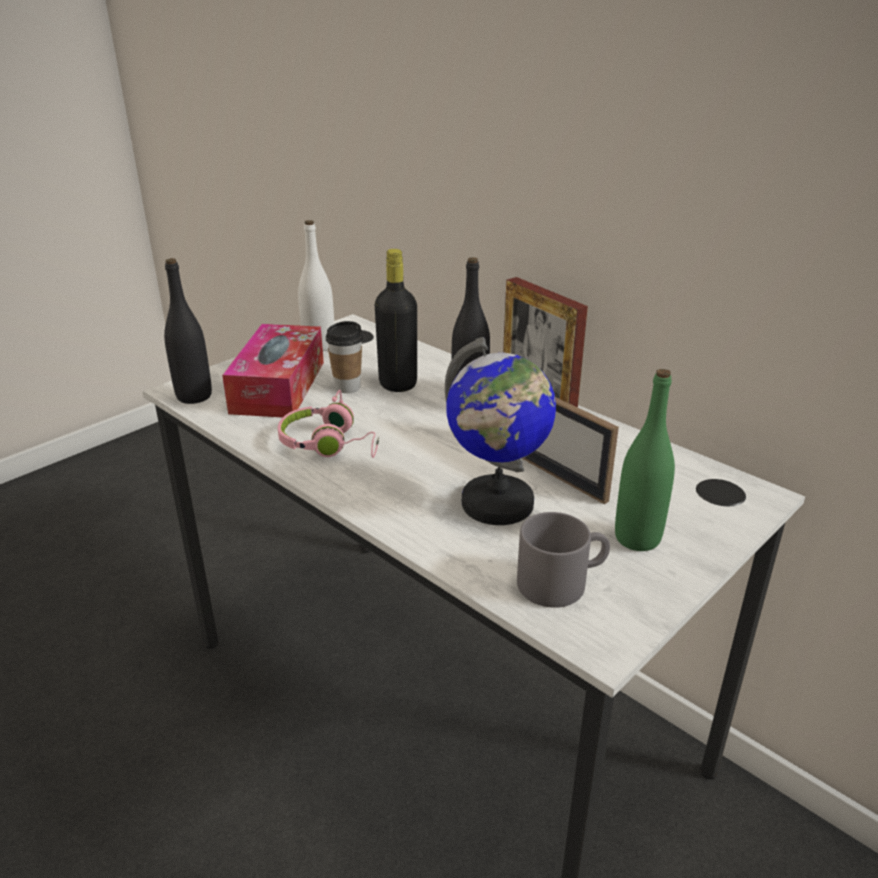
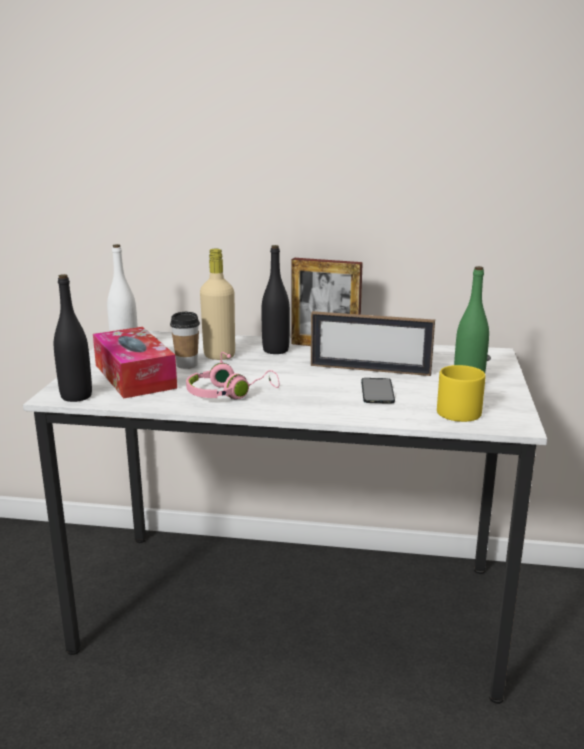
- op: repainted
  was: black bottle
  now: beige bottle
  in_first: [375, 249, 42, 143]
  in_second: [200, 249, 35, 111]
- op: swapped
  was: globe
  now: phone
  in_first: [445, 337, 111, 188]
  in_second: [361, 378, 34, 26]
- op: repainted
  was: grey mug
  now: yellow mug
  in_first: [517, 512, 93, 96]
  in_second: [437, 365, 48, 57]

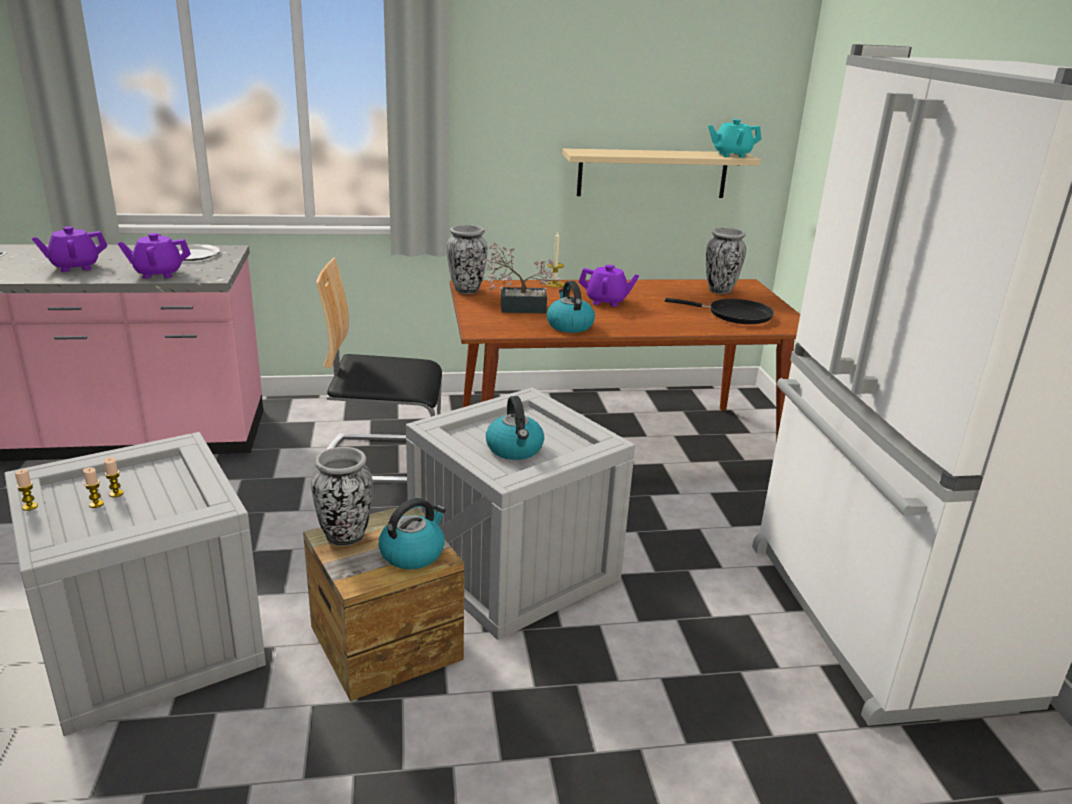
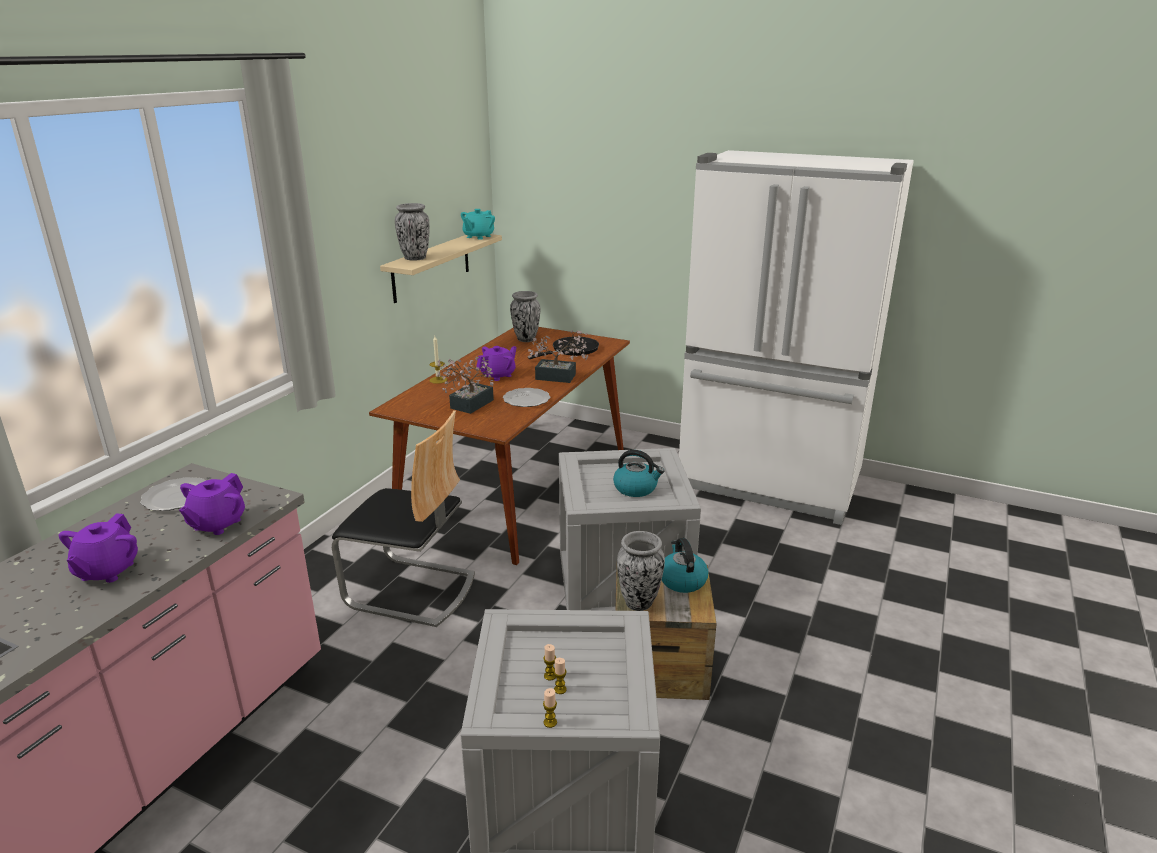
- op: shifted
  was: vase
  in_first: [447, 225, 41, 69]
  in_second: [395, 203, 35, 57]
- op: rotated
  was: chair
  in_first: [316, 257, 126, 226]
  in_second: [332, 410, 143, 217]
  clockwise: -105
- op: swapped
  was: kettle
  now: plate
  in_first: [547, 281, 48, 52]
  in_second: [503, 388, 47, 19]
- op: new
  now: potted plant
  in_second: [527, 330, 61, 53]

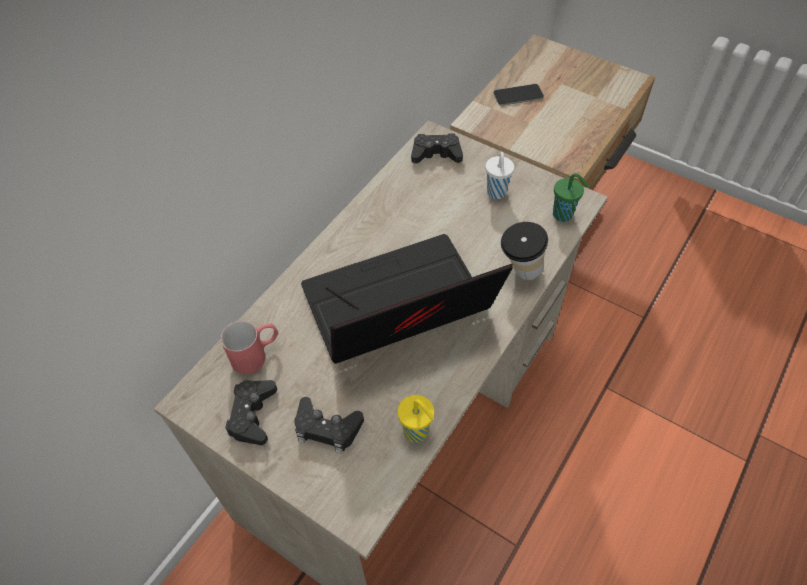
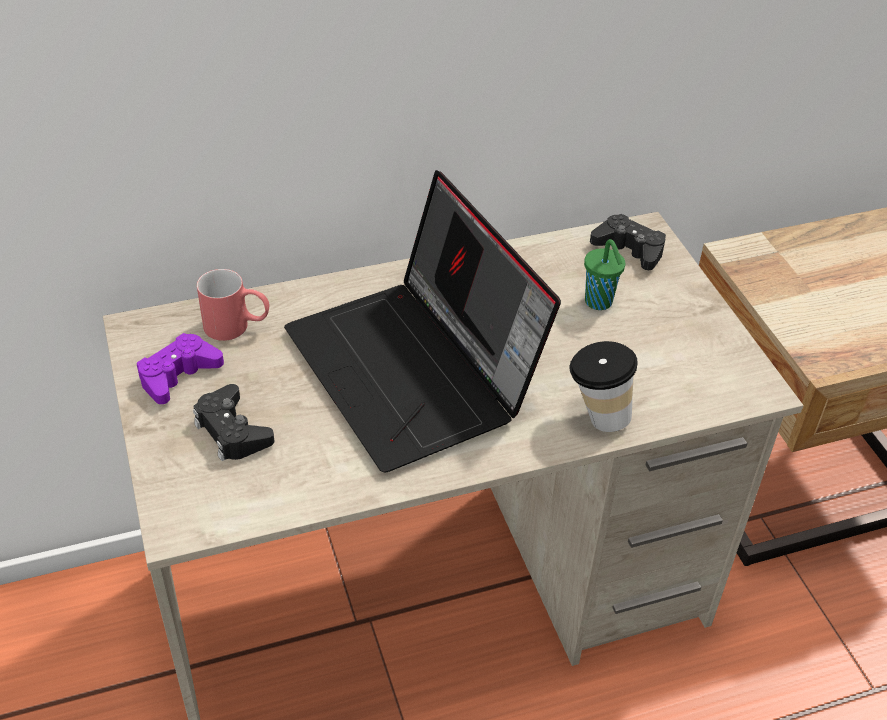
- op: gone
  was: phone
  in_first: [494, 84, 50, 22]
- op: gone
  was: white cup
  in_first: [485, 152, 29, 47]
- op: shifted
  was: green cup
  in_first: [553, 173, 36, 49]
  in_second: [584, 239, 42, 71]
- op: rotated
  was: laptop
  in_first: [301, 234, 212, 130]
  in_second: [284, 170, 277, 302]
  clockwise: -135
- op: repainted
  was: black game controller
  now: purple game controller
  in_first: [225, 380, 52, 65]
  in_second: [137, 333, 87, 71]
- op: gone
  was: yellow cup
  in_first: [397, 395, 37, 48]

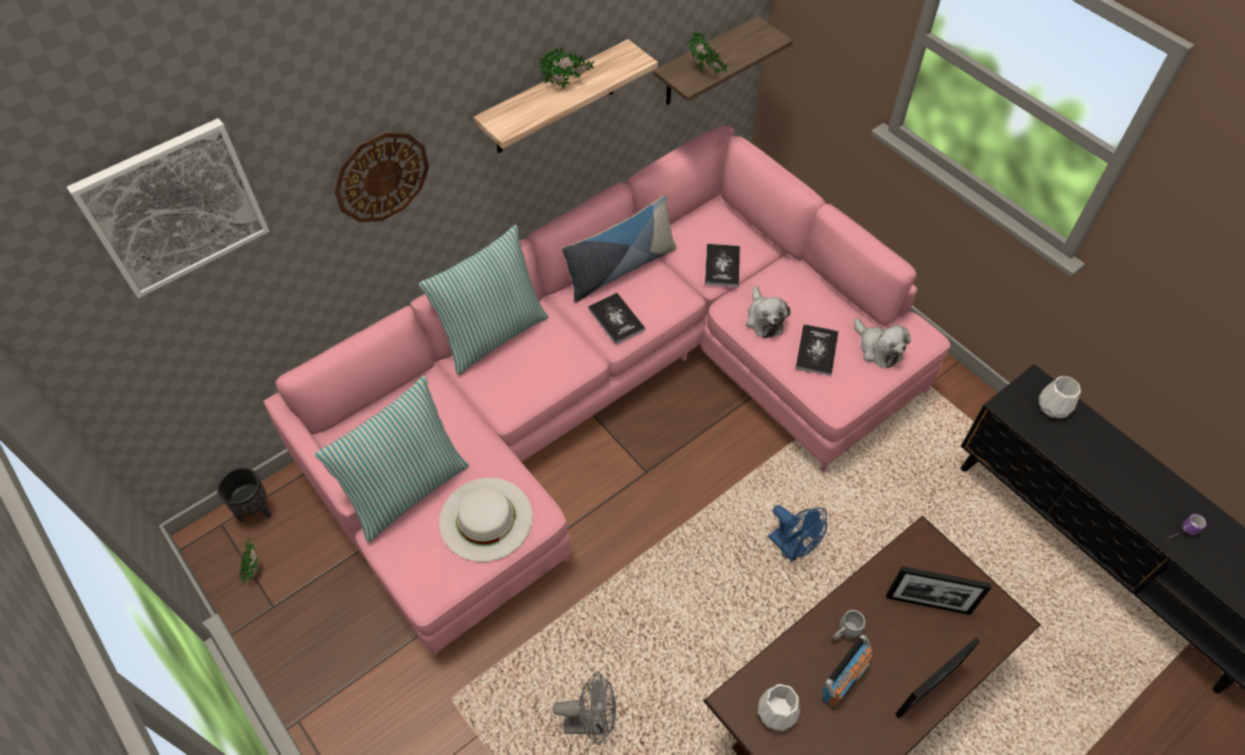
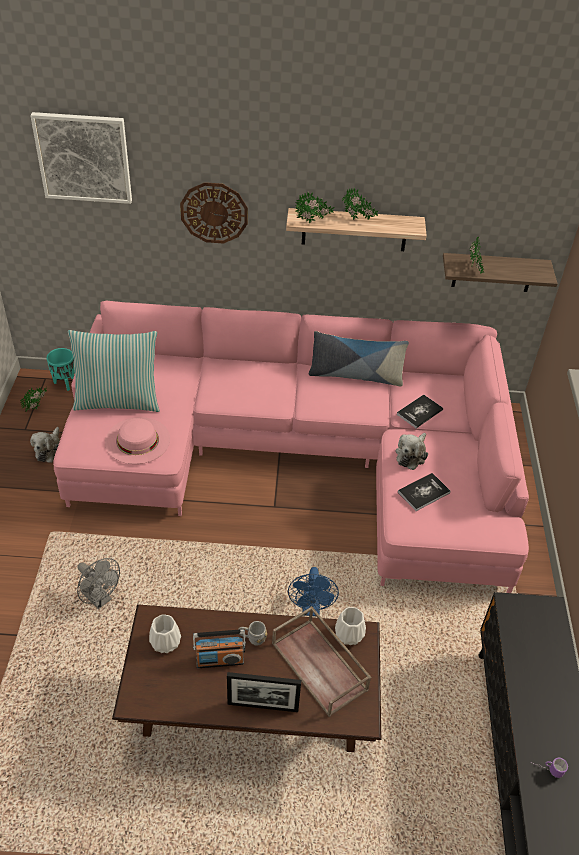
- op: gone
  was: pillow
  in_first: [419, 225, 129, 150]
- op: gone
  was: book
  in_first: [588, 293, 57, 52]
- op: shifted
  was: plush toy
  in_first: [854, 318, 57, 50]
  in_second: [30, 427, 30, 36]
- op: shifted
  was: white vase
  in_first: [1039, 376, 42, 42]
  in_second: [335, 607, 31, 38]
- op: repainted
  was: black planter
  now: turquoise planter
  in_first: [217, 468, 54, 54]
  in_second: [47, 348, 28, 43]
- op: repainted
  was: white hat
  now: pink hat
  in_first: [439, 478, 93, 84]
  in_second: [105, 417, 65, 47]
- op: swapped
  was: picture frame
  now: brown tray
  in_first: [886, 566, 105, 49]
  in_second: [272, 606, 99, 111]
- op: new
  now: potted plant
  in_second: [295, 192, 39, 32]

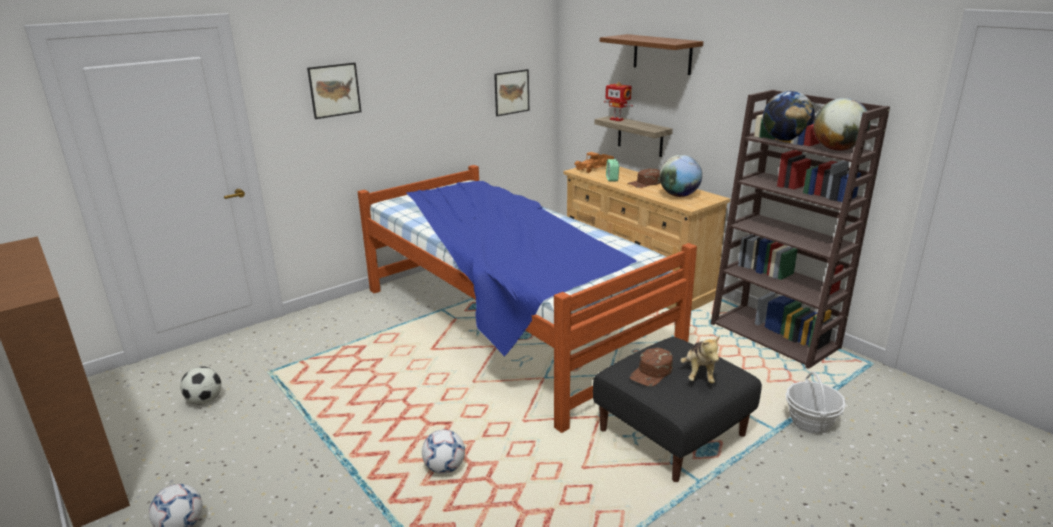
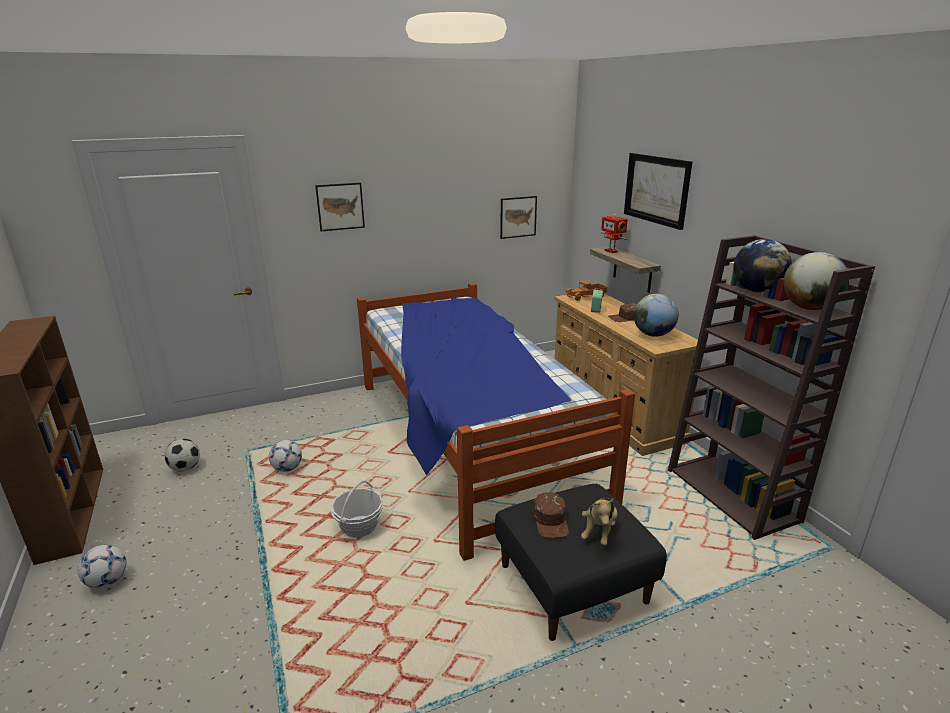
- op: swapped
  was: brown shelf
  now: picture
  in_first: [600, 34, 103, 41]
  in_second: [624, 153, 68, 77]
- op: rotated
  was: brown cap
  in_first: [630, 348, 43, 38]
  in_second: [533, 492, 36, 46]
  clockwise: -60
- op: shifted
  was: basket
  in_first: [785, 371, 61, 63]
  in_second: [331, 480, 52, 57]
- op: shifted
  was: football
  in_first: [422, 429, 43, 45]
  in_second: [269, 440, 33, 32]

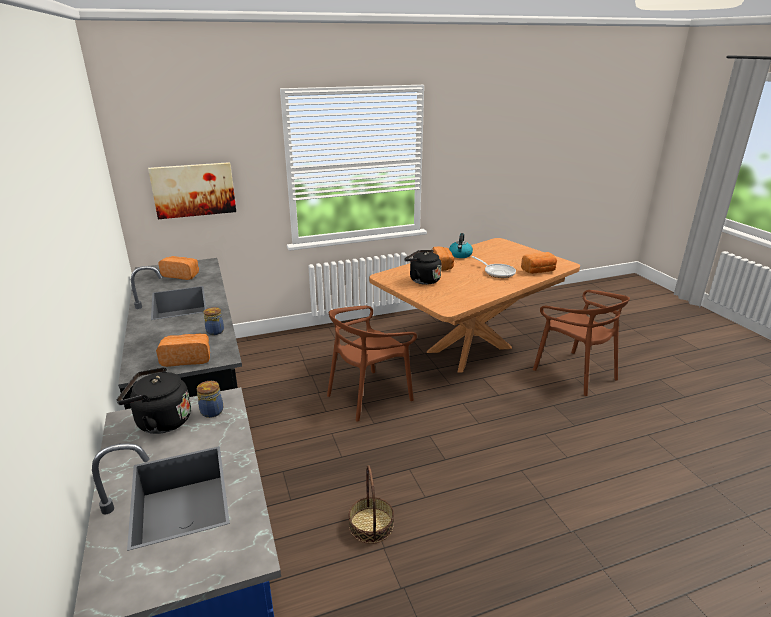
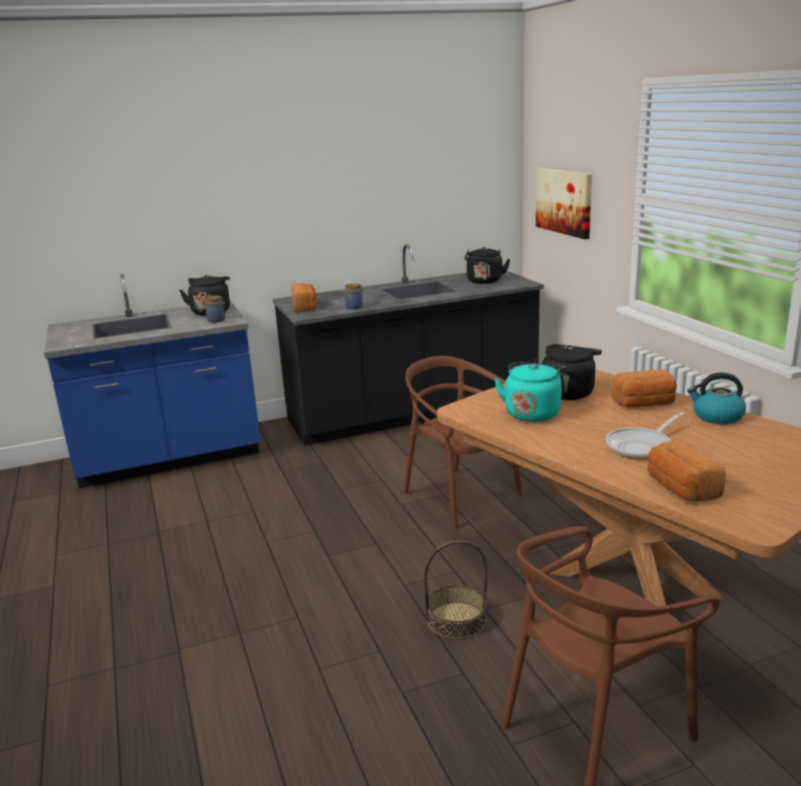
- op: swapped
  was: bread
  now: black kettle
  in_first: [158, 256, 41, 24]
  in_second: [464, 247, 46, 37]
- op: shifted
  was: basket
  in_first: [348, 465, 46, 79]
  in_second: [424, 540, 63, 100]
- op: new
  now: turquoise kettle
  in_second: [494, 362, 72, 60]

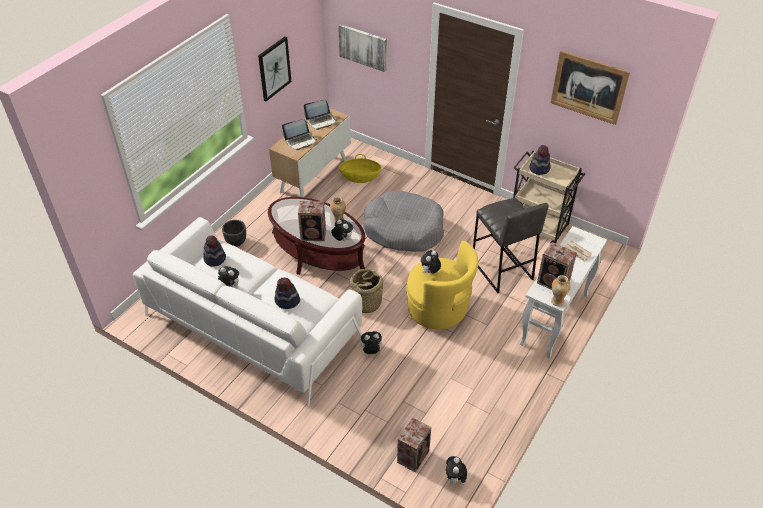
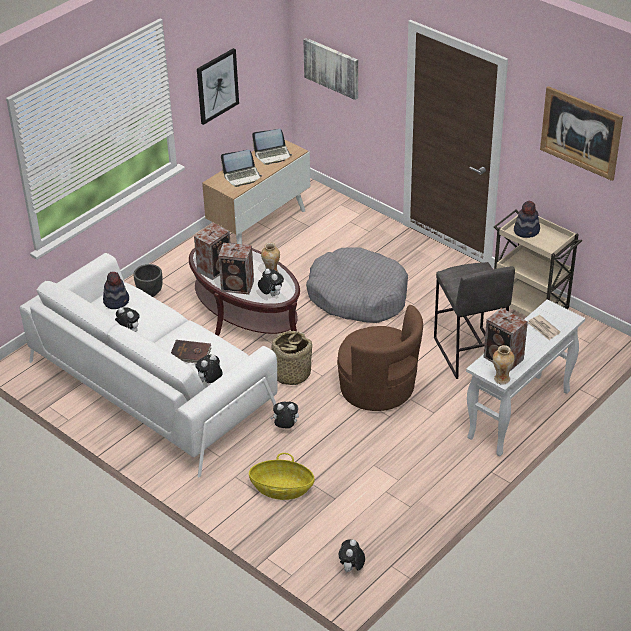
- op: shifted
  was: basket
  in_first: [339, 154, 43, 29]
  in_second: [249, 453, 66, 47]
- op: repainted
  was: yellow armchair
  now: brown armchair
  in_first: [406, 241, 72, 88]
  in_second: [337, 305, 86, 106]
- op: shifted
  was: plush toy
  in_first: [421, 250, 20, 23]
  in_second: [195, 354, 27, 29]
- op: swapped
  was: hat
  now: brown book
  in_first: [274, 277, 26, 32]
  in_second: [171, 340, 40, 23]
- op: shifted
  was: speaker
  in_first: [397, 417, 34, 56]
  in_second: [194, 223, 36, 57]

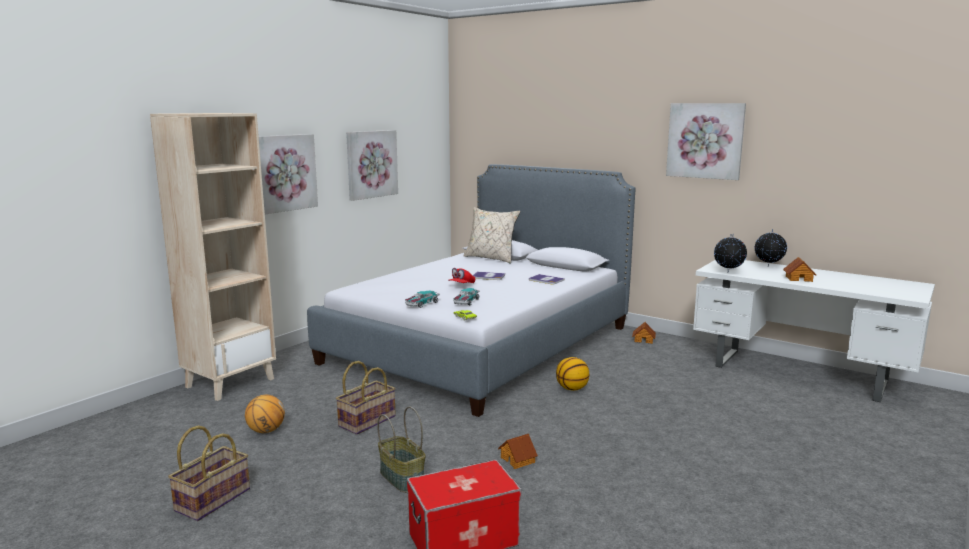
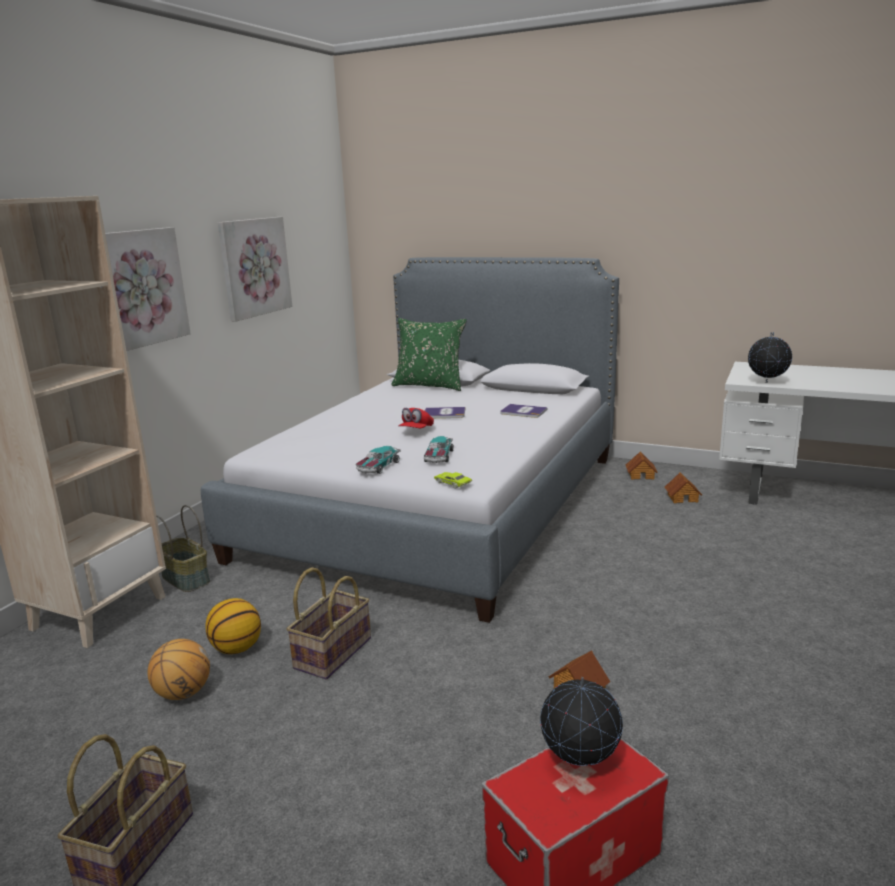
- op: gone
  was: picture
  in_first: [666, 103, 80, 77]
- op: repainted
  was: beige pillow
  now: green pillow
  in_first: [464, 207, 56, 57]
  in_second: [392, 318, 75, 73]
- op: shifted
  was: globe
  in_first: [755, 229, 32, 38]
  in_second: [540, 677, 83, 89]
- op: shifted
  was: toy house
  in_first: [783, 257, 33, 25]
  in_second: [665, 472, 37, 31]
- op: shifted
  was: basketball
  in_first: [556, 357, 33, 34]
  in_second: [205, 598, 56, 56]
- op: shifted
  was: basket
  in_first: [377, 407, 48, 86]
  in_second: [156, 505, 54, 87]

